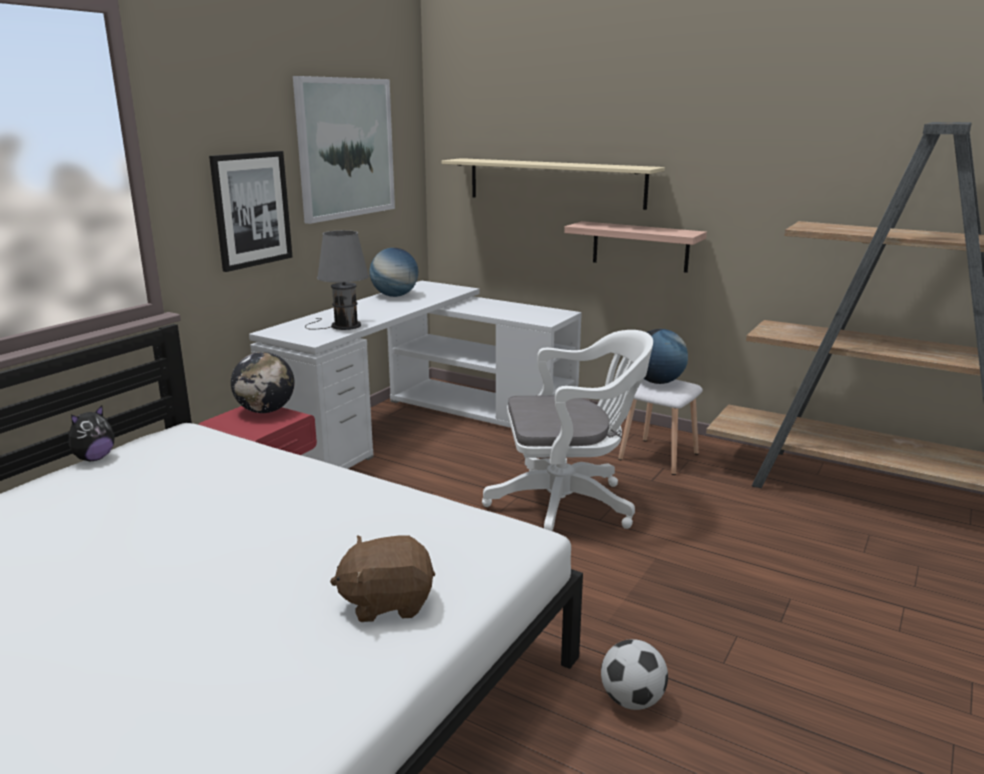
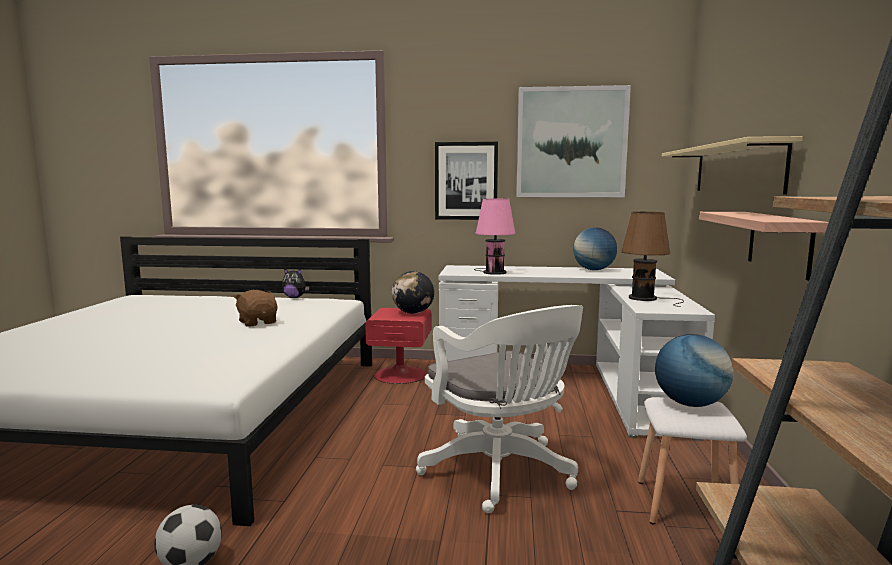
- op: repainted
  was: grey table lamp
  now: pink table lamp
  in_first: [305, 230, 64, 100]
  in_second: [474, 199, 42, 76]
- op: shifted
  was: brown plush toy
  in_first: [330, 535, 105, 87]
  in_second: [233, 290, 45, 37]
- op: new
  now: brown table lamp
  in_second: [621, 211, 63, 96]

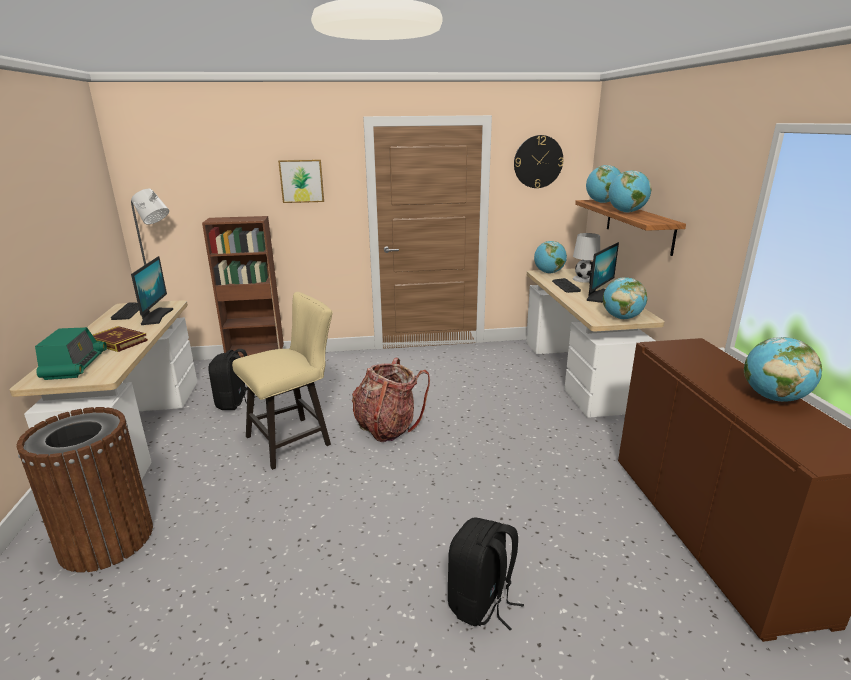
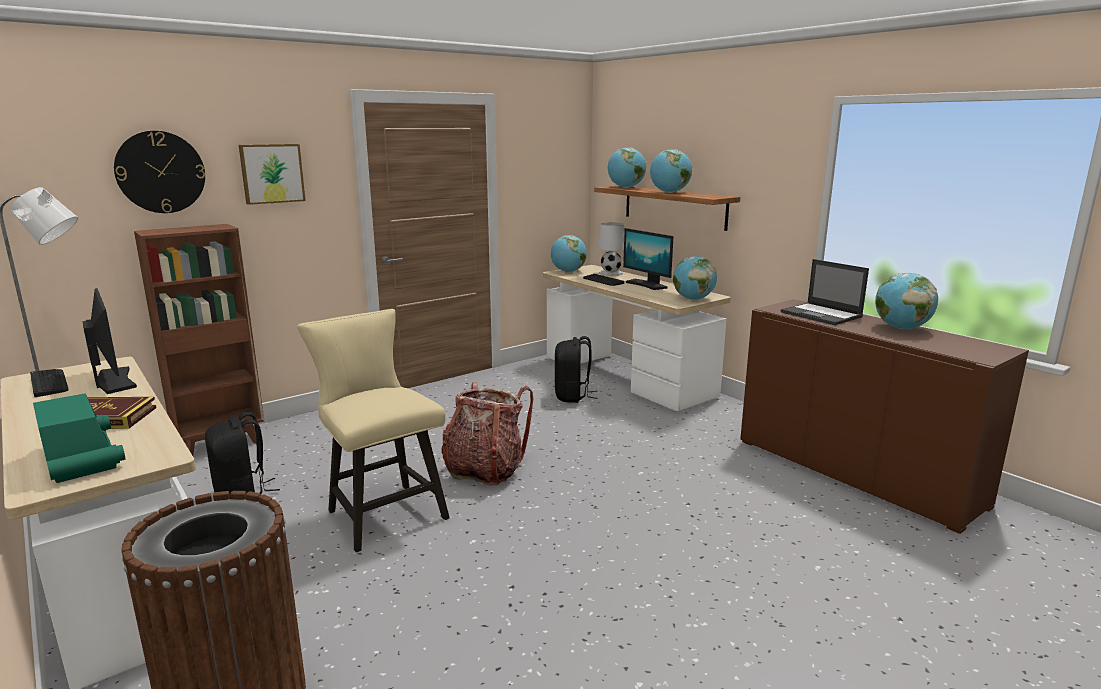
- op: shifted
  was: wall clock
  in_first: [514, 135, 50, 53]
  in_second: [114, 131, 91, 82]
- op: rotated
  was: monitor
  in_first: [587, 242, 32, 61]
  in_second: [623, 228, 50, 62]
  clockwise: 135
- op: rotated
  was: beige chair
  in_first: [232, 292, 101, 178]
  in_second: [297, 309, 153, 243]
  clockwise: -60
- op: shifted
  was: black backpack
  in_first: [448, 517, 76, 113]
  in_second: [555, 336, 43, 67]
- op: new
  now: laptop
  in_second: [781, 259, 88, 66]

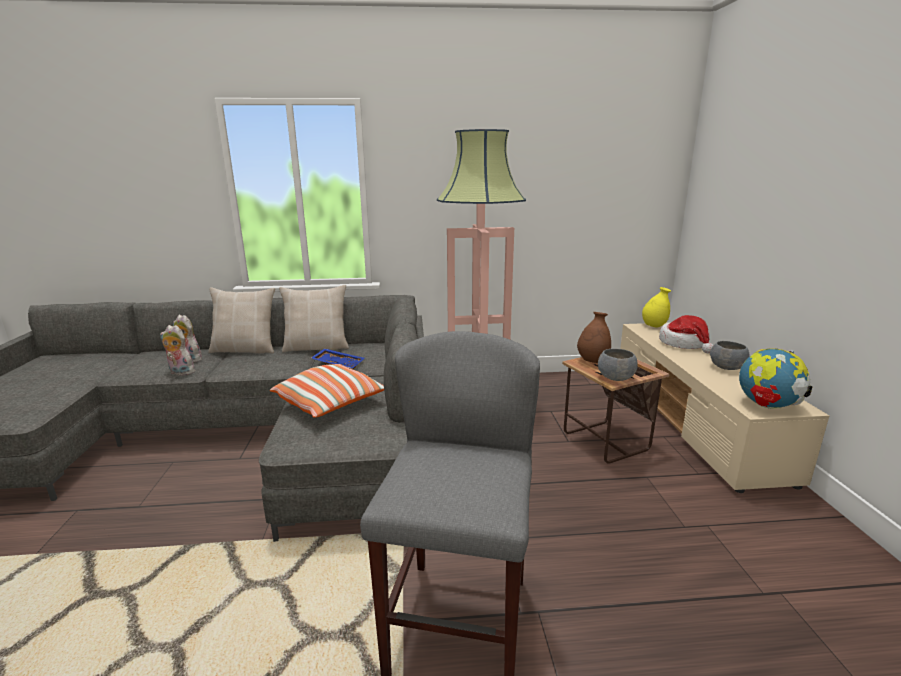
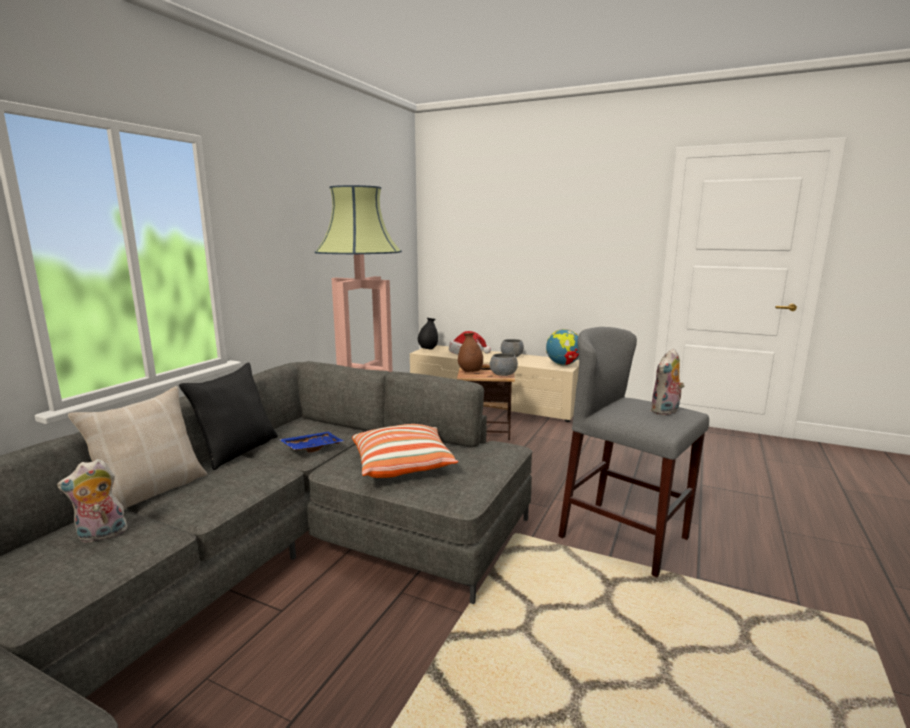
- op: repainted
  was: beige pillow
  now: black pillow
  in_first: [279, 285, 70, 68]
  in_second: [179, 363, 99, 107]
- op: repainted
  was: yellow vase
  now: black vase
  in_first: [642, 287, 29, 41]
  in_second: [418, 318, 20, 32]
- op: shifted
  was: plush toy
  in_first: [160, 325, 35, 52]
  in_second: [650, 349, 34, 66]

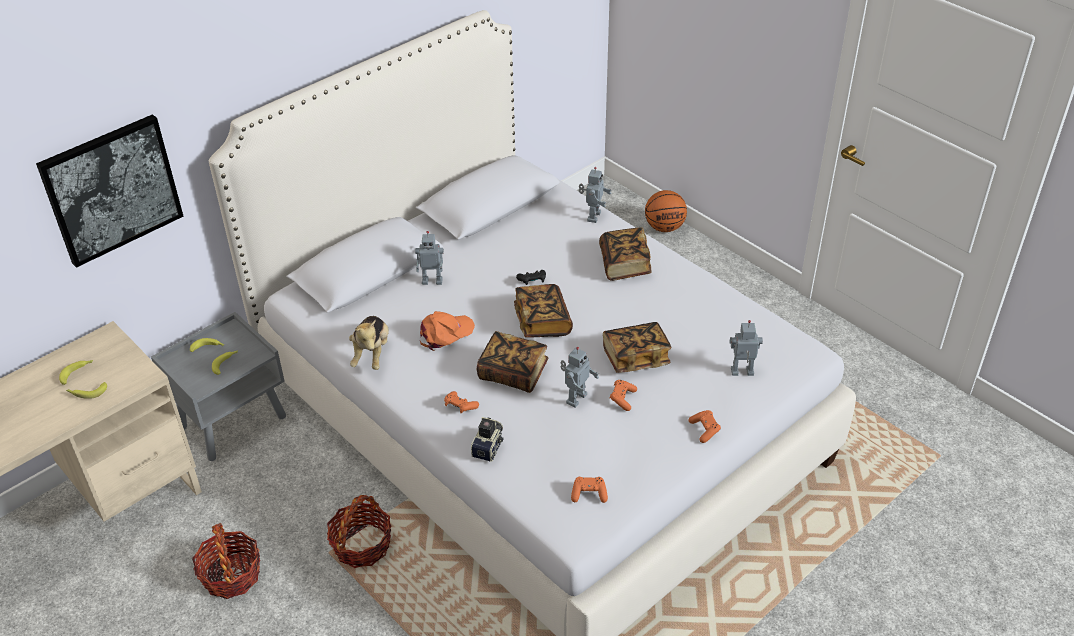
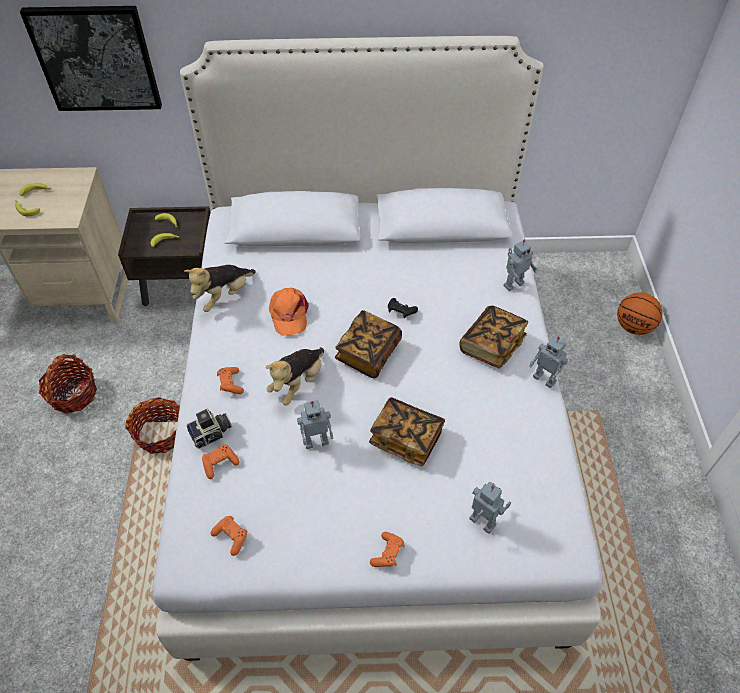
- op: shifted
  was: toy robot
  in_first: [415, 231, 29, 54]
  in_second: [529, 336, 39, 52]
- op: rotated
  was: orange cap
  in_first: [420, 311, 55, 40]
  in_second: [269, 288, 40, 48]
  clockwise: 75
- op: repainted
  was: grey nightstand
  now: brown nightstand
  in_first: [151, 312, 135, 149]
  in_second: [118, 206, 92, 100]
- op: swapped
  was: book
  now: plush toy
  in_first: [477, 331, 71, 62]
  in_second: [266, 347, 58, 58]
- op: shifted
  was: orange game controller
  in_first: [609, 380, 28, 31]
  in_second: [202, 444, 37, 35]

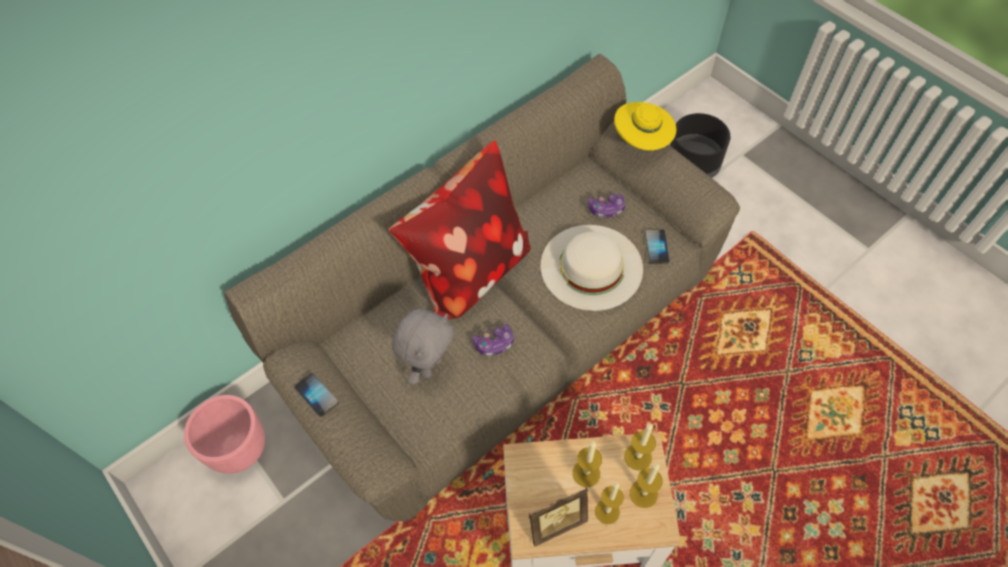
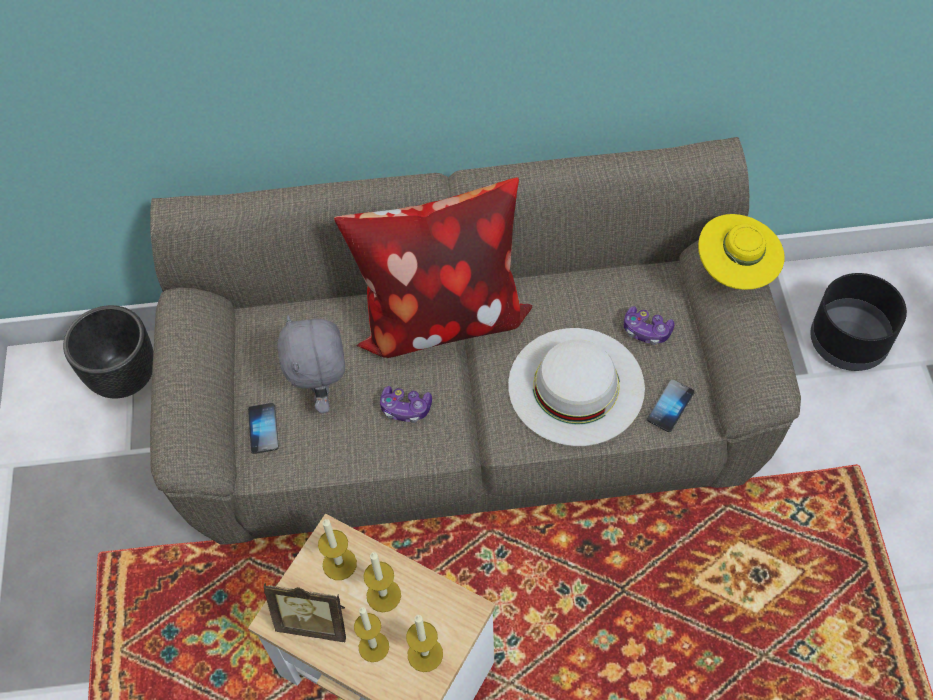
- op: rotated
  was: grey plush toy
  in_first: [392, 309, 62, 75]
  in_second: [277, 315, 68, 98]
  clockwise: 105
- op: shifted
  was: phone
  in_first: [294, 373, 45, 44]
  in_second: [248, 403, 31, 51]
- op: repainted
  was: pink planter
  now: black planter
  in_first: [184, 395, 81, 79]
  in_second: [63, 305, 90, 94]
- op: shifted
  was: candle
  in_first: [624, 424, 32, 47]
  in_second: [318, 519, 39, 61]

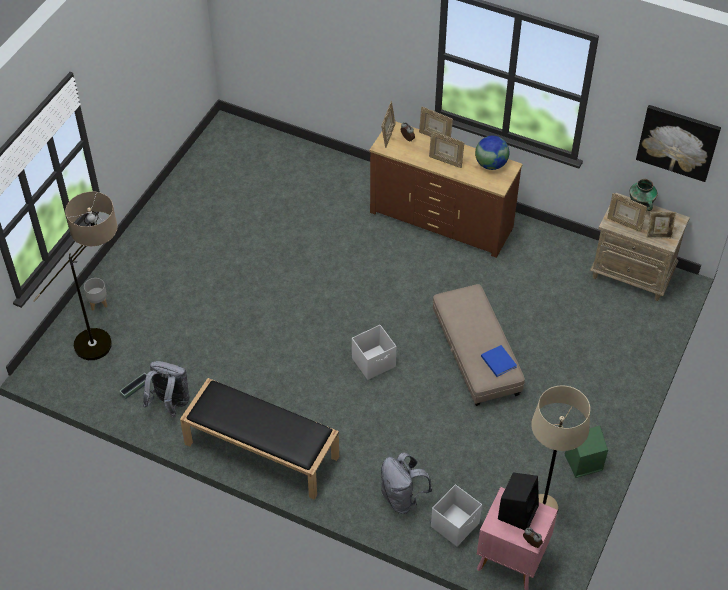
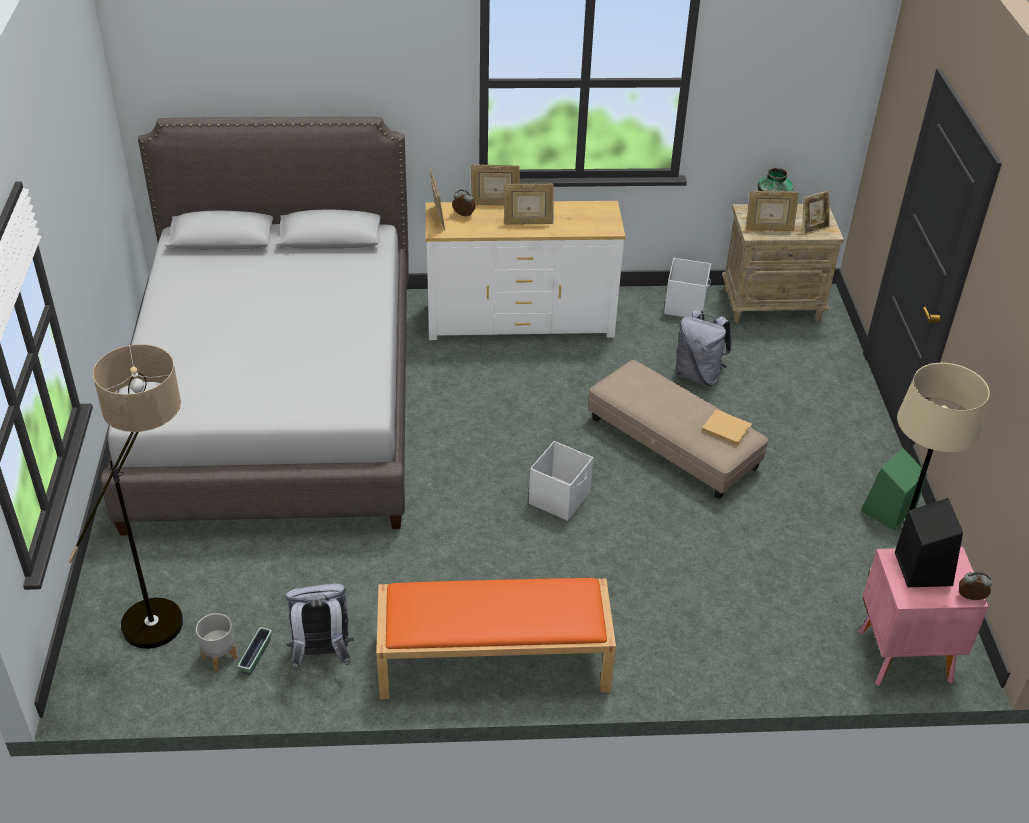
- op: gone
  was: picture
  in_first: [636, 105, 85, 77]
- op: repainted
  was: brown dresser
  now: white dresser
  in_first: [370, 121, 153, 137]
  in_second: [425, 201, 200, 139]
- op: gone
  was: globe
  in_first: [475, 136, 35, 34]
- op: shifted
  was: grey planter
  in_first: [84, 278, 23, 33]
  in_second: [196, 613, 41, 58]
- op: repainted
  was: blue book
  now: beige book
  in_first: [481, 345, 36, 32]
  in_second: [702, 410, 50, 36]
- op: repainted
  was: black bench
  now: orange bench
  in_first: [180, 378, 159, 122]
  in_second: [376, 578, 240, 121]
- op: shifted
  was: grey backpack
  in_first: [381, 452, 51, 62]
  in_second: [675, 310, 57, 76]
- op: shifted
  was: white storage box
  in_first: [431, 484, 51, 62]
  in_second: [664, 258, 47, 59]
- op: new
  now: grey bed
  in_second: [101, 117, 308, 419]

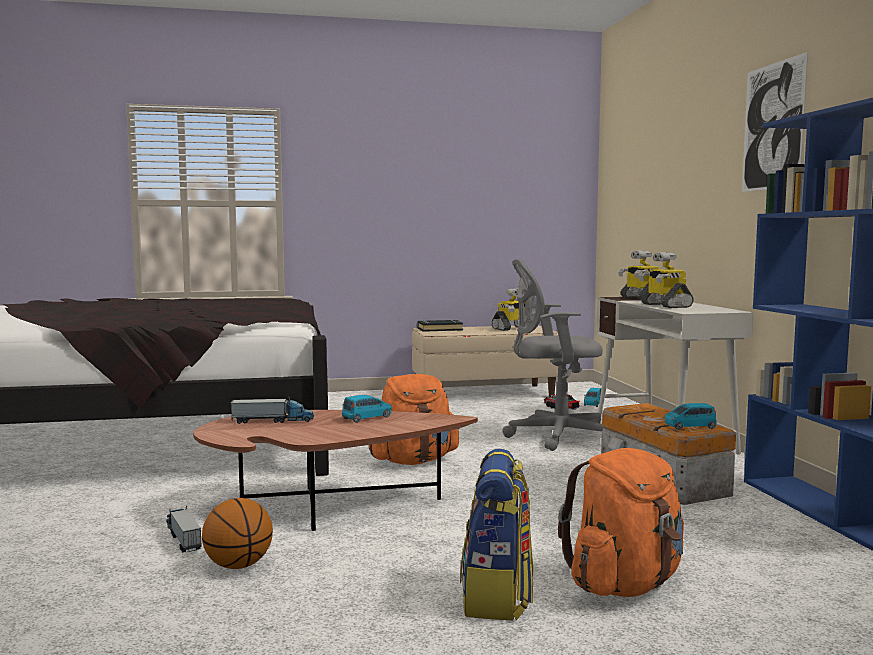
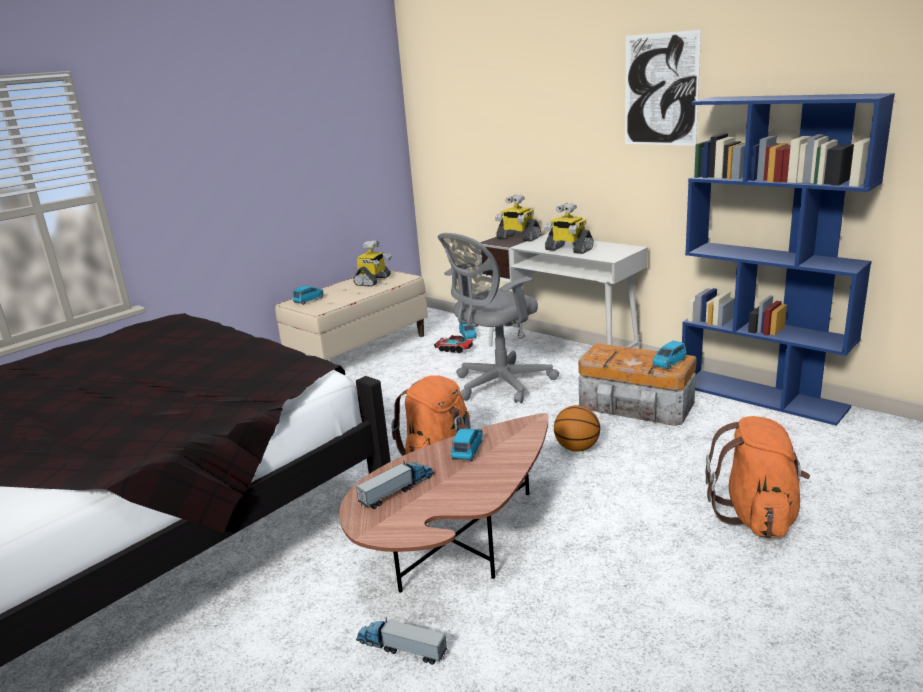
- op: swapped
  was: black book
  now: blue toy car
  in_first: [417, 320, 46, 12]
  in_second: [293, 286, 31, 19]
- op: gone
  was: backpack
  in_first: [460, 449, 73, 171]
- op: shifted
  was: basketball
  in_first: [202, 498, 71, 71]
  in_second: [554, 405, 46, 47]

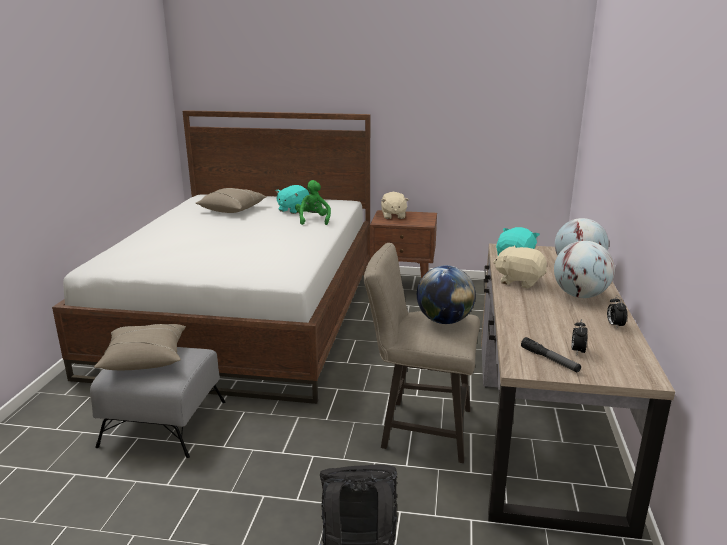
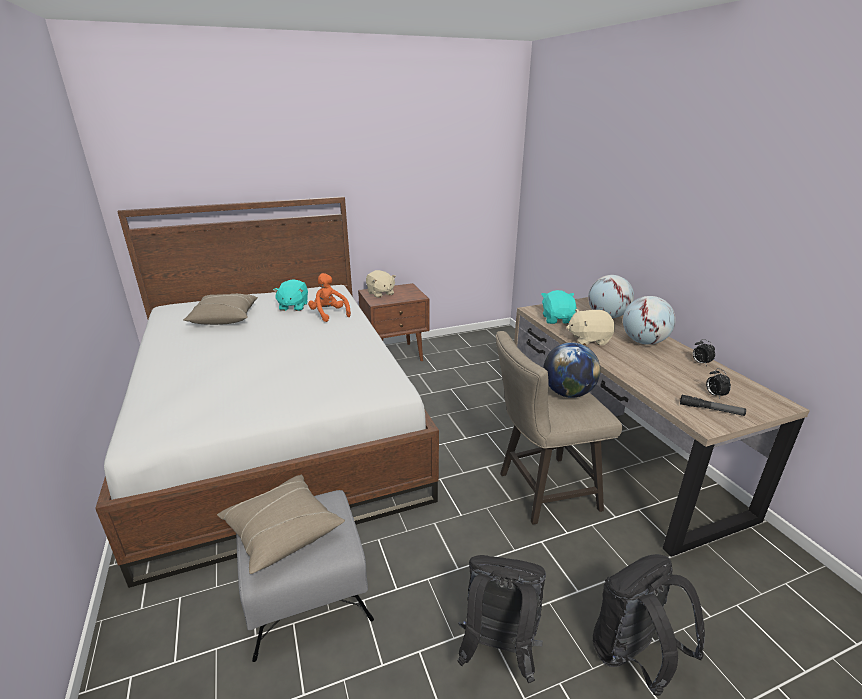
- op: repainted
  was: green plush toy
  now: orange plush toy
  in_first: [295, 180, 36, 45]
  in_second: [308, 273, 43, 49]
- op: new
  now: black backpack
  in_second: [458, 555, 88, 128]

